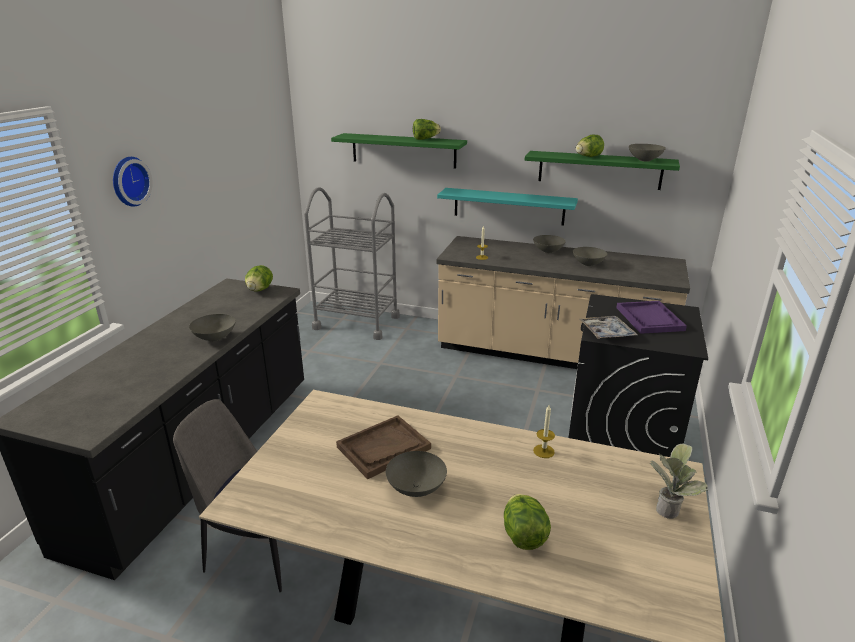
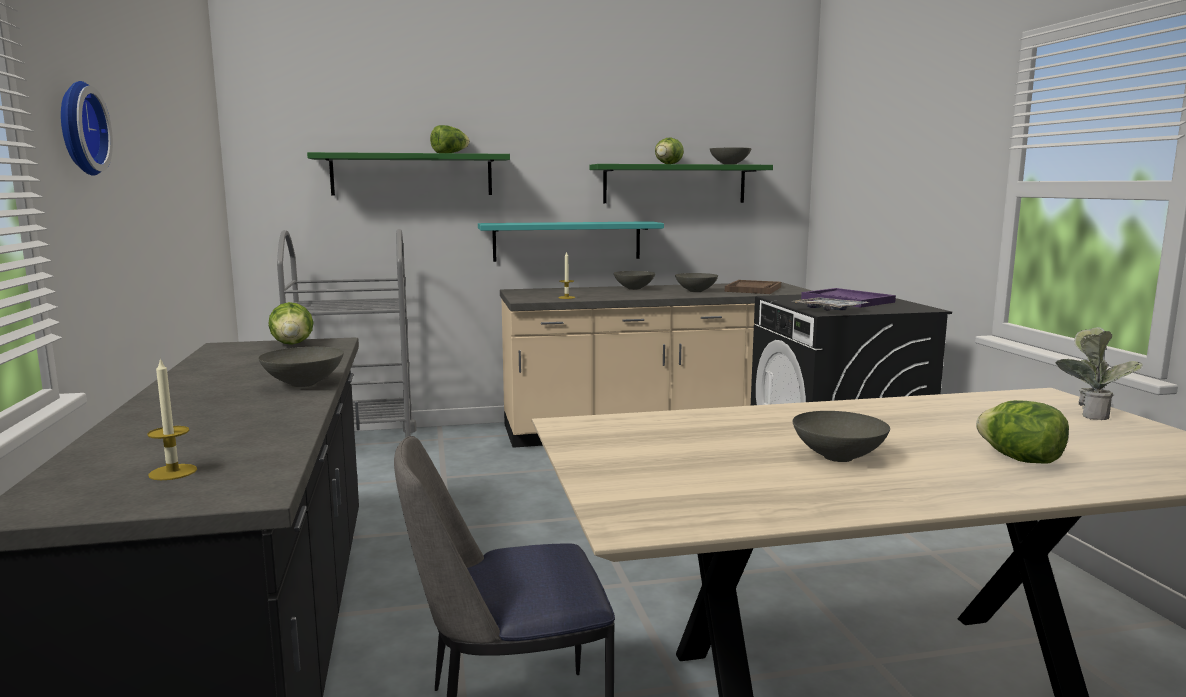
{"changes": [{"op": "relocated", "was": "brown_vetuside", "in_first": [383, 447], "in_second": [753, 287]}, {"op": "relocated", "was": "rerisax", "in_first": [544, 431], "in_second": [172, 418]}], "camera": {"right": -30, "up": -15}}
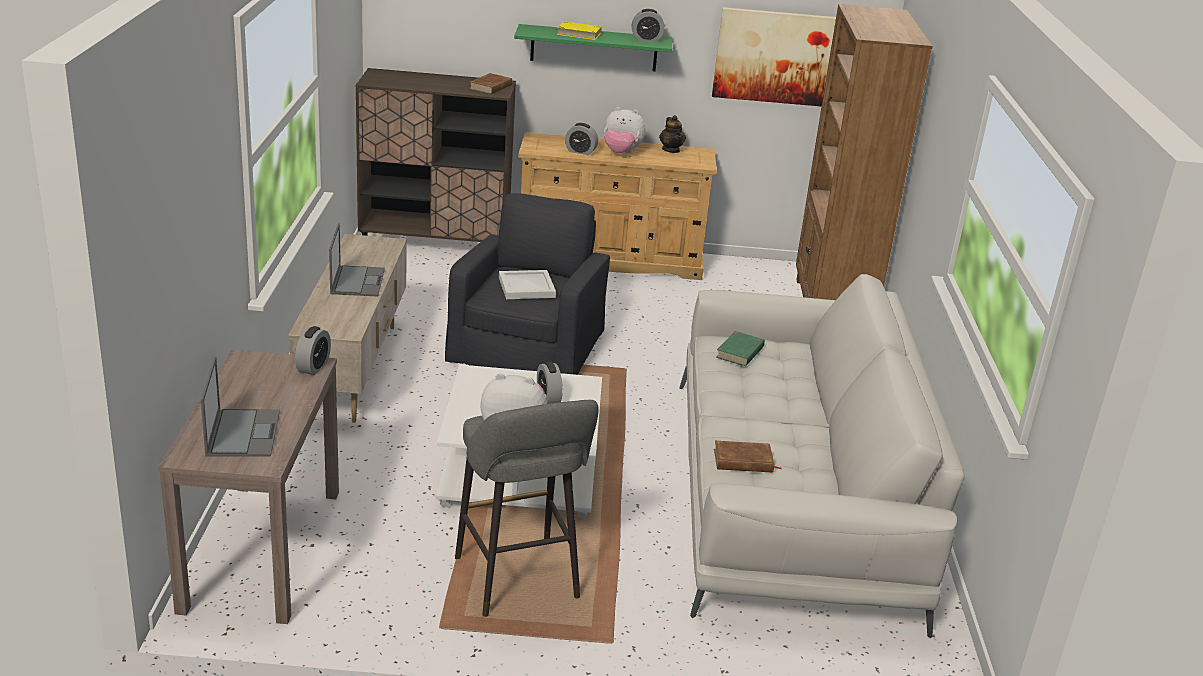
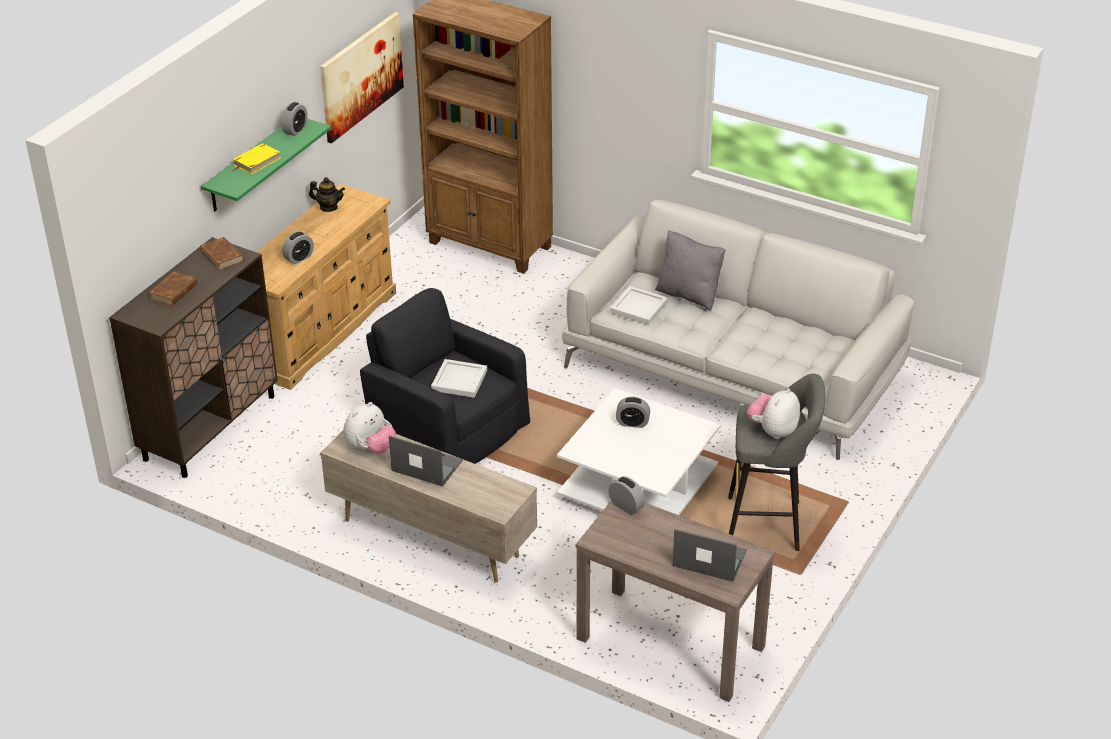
{"changes": [{"op": "appeared", "now": "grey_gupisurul", "in_second": [690, 270]}, {"op": "relocated", "was": "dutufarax", "in_first": [625, 130], "in_second": [369, 428]}, {"op": "relocated", "was": "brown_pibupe", "in_first": [747, 457], "in_second": [173, 288]}, {"op": "exchanged", "was": "green_pibupe", "now": "white_vetuside", "in_first": [740, 348], "in_second": [639, 305]}], "camera": {"right": -60, "up": 10}}
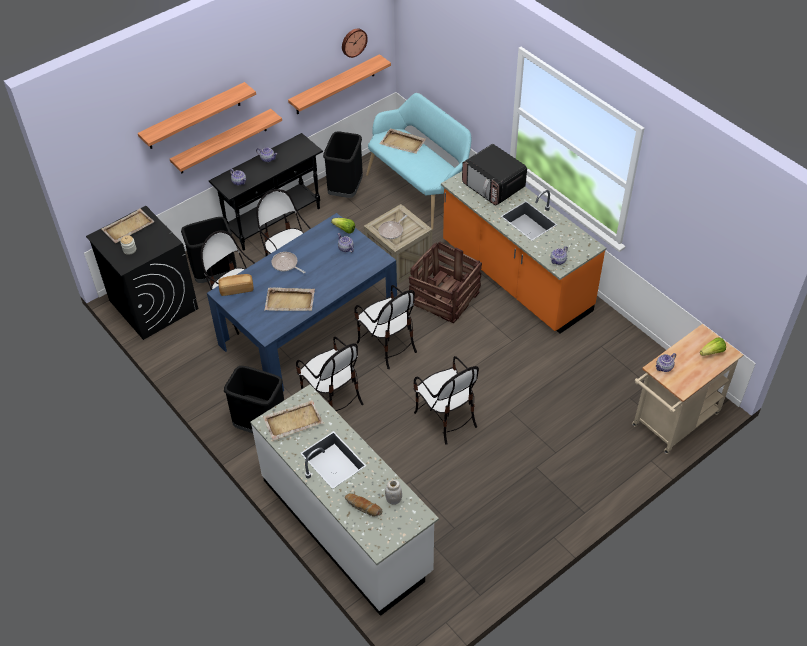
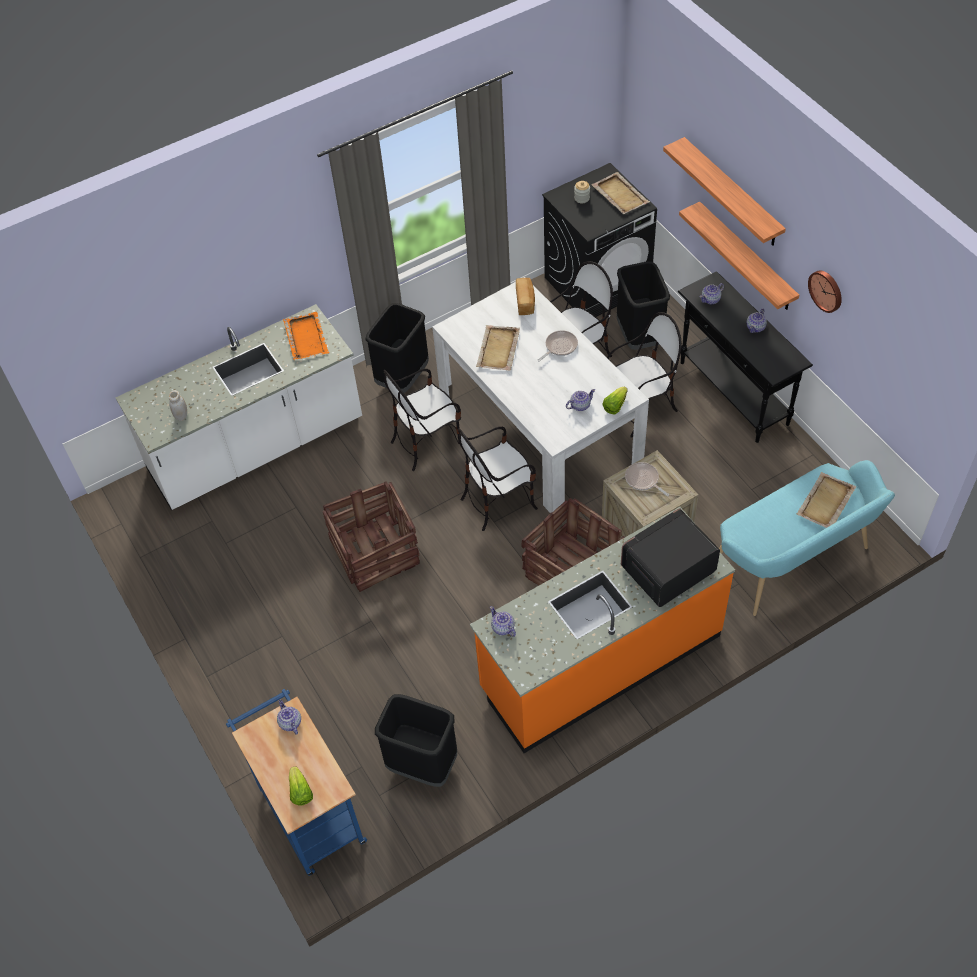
{"changes": [{"op": "missing", "was": "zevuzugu", "in_first": [339, 84]}, {"op": "missing", "was": "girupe", "in_first": [363, 505]}, {"op": "relocated", "was": "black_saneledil", "in_first": [343, 164], "in_second": [416, 740]}, {"op": "relocated", "was": "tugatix", "in_first": [355, 43], "in_second": [825, 291]}, {"op": "exchanged", "was": "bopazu", "now": "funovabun", "in_first": [446, 400], "in_second": [371, 536]}, {"op": "colour", "was": "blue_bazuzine", "now": "white_bazuzine", "in_first": [302, 302], "in_second": [540, 395]}, {"op": "colour", "was": "beige_vetuside", "now": "orange_vetuside", "in_first": [293, 420], "in_second": [306, 336]}, {"op": "colour", "was": "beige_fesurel", "now": "blue_fesurel", "in_first": [687, 389], "in_second": [296, 782]}], "camera": {"right": 100, "up": 5}}
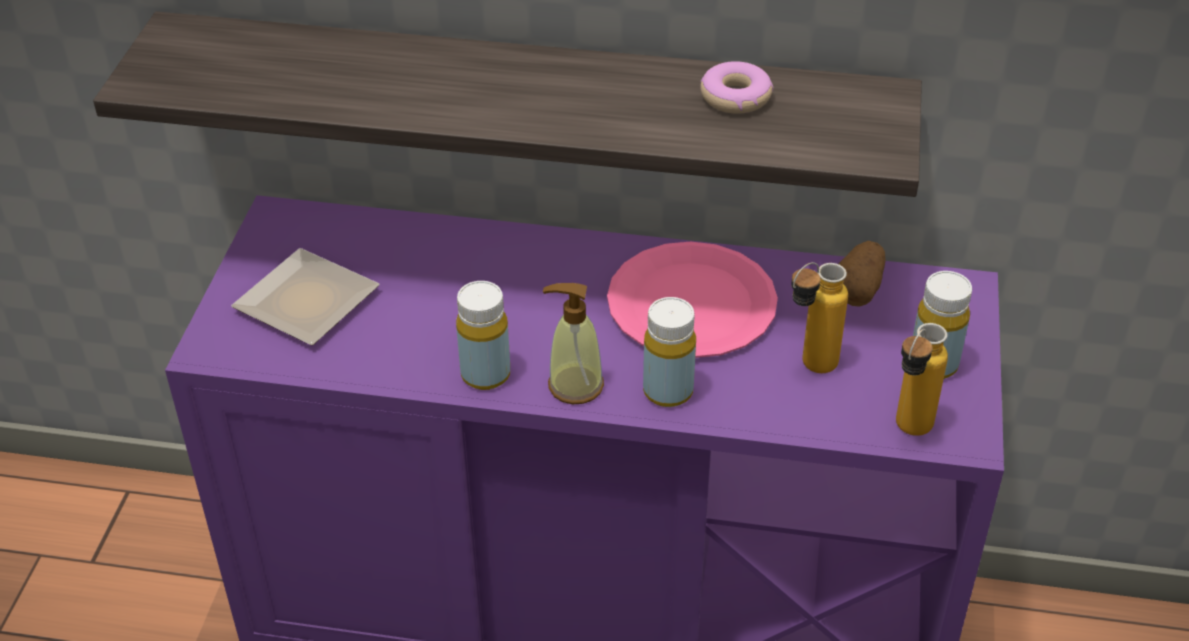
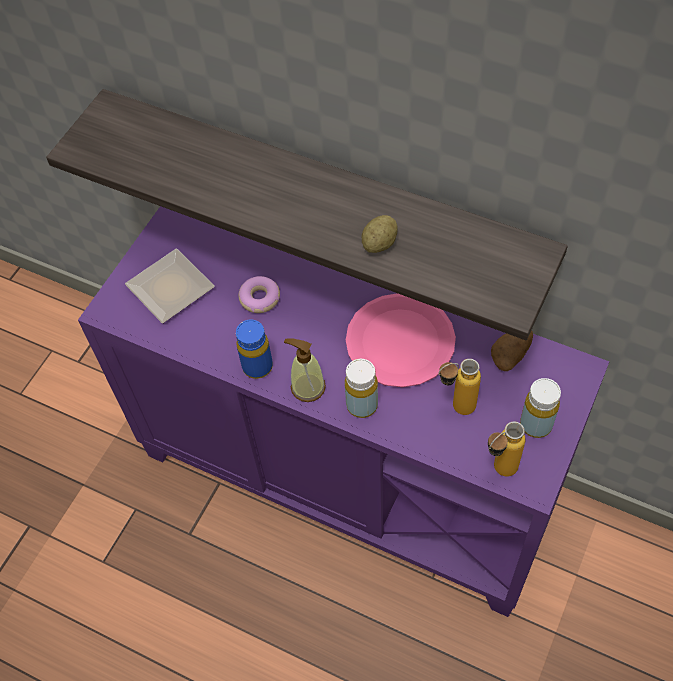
{"changes": [{"op": "appeared", "now": "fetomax", "in_second": [379, 234]}, {"op": "relocated", "was": "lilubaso", "in_first": [736, 87], "in_second": [259, 294]}, {"op": "colour", "was": "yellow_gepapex", "now": "blue_gepapex", "in_first": [483, 335], "in_second": [254, 349]}], "camera": {"right": 20, "up": 15}}
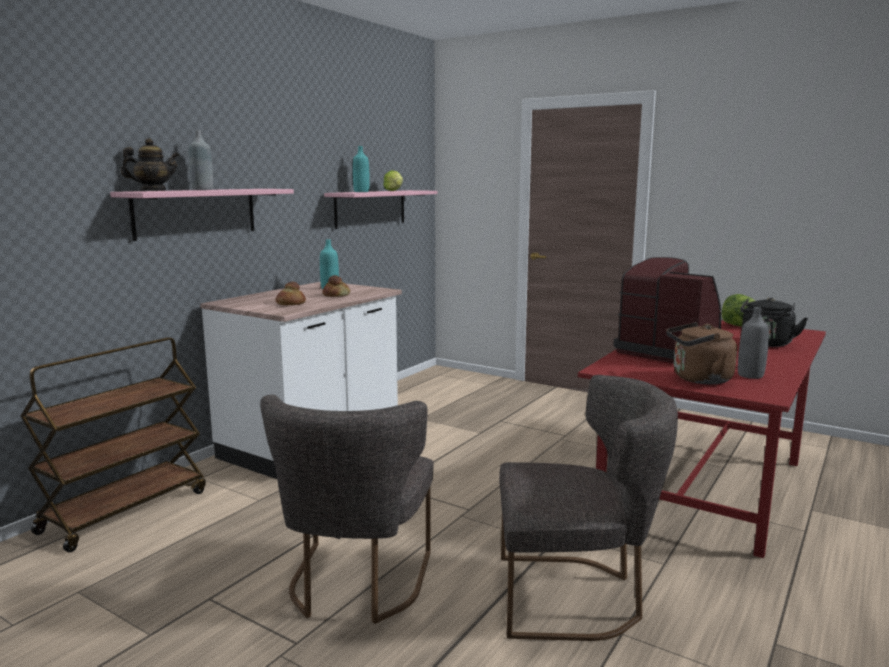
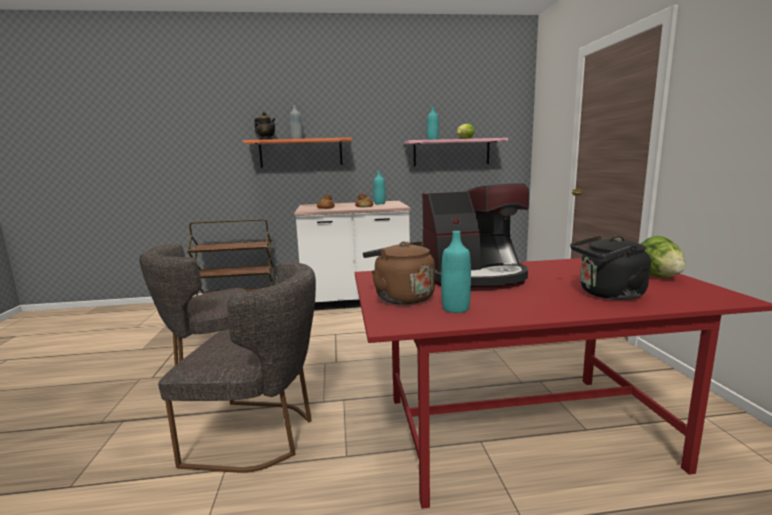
{"changes": [{"op": "colour", "was": "pink_zevuzugu", "now": "orange_zevuzugu", "in_first": [202, 215], "in_second": [297, 152]}, {"op": "colour", "was": "grey_gepapex", "now": "turquoise_gepapex", "in_first": [753, 343], "in_second": [456, 272]}, {"op": "spun", "was": "grey_bopazu", "in_first": [588, 508], "in_second": [237, 367], "clockwise": -45}, {"op": "spun", "was": "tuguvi", "in_first": [667, 310], "in_second": [475, 236], "clockwise": 75}], "camera": {"right": 50, "up": 0}}
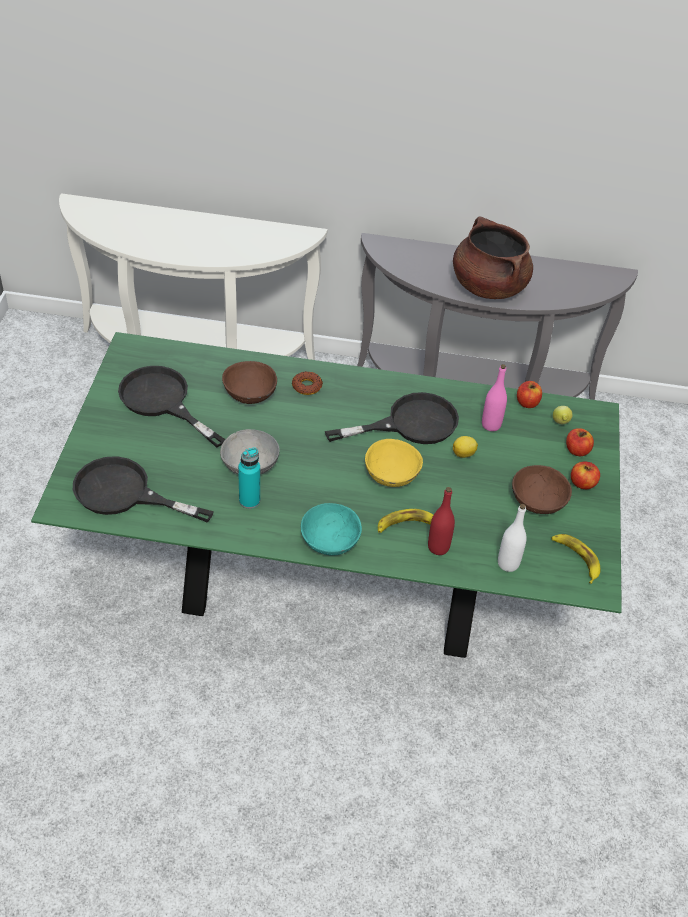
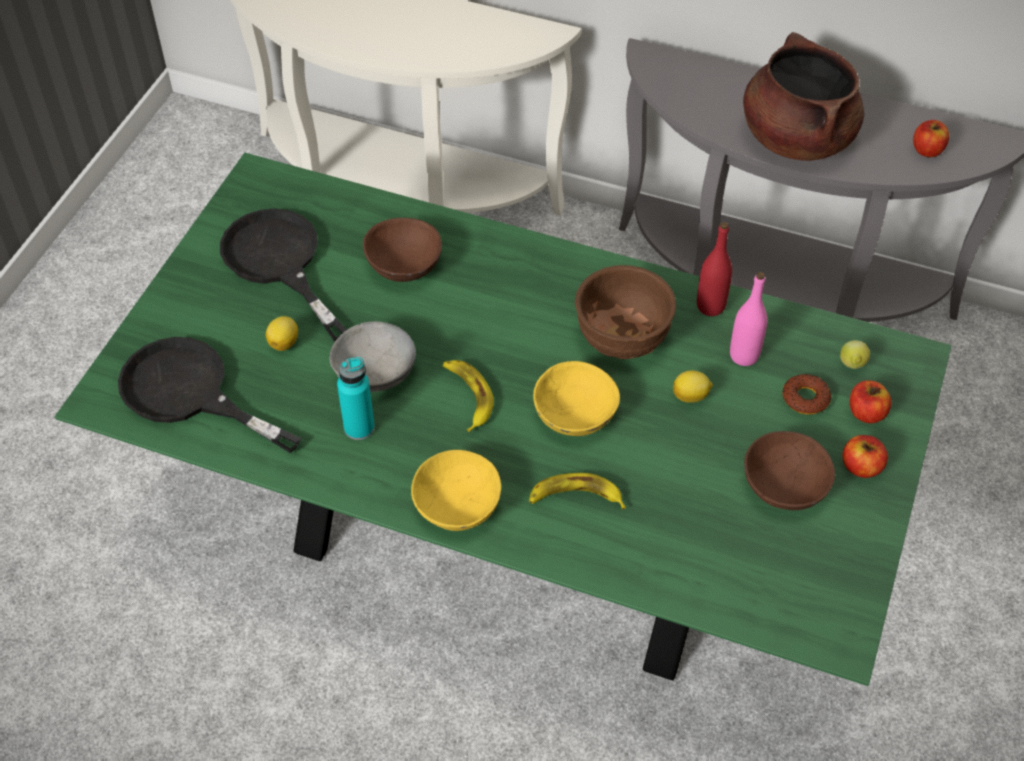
{"changes": [{"op": "missing", "was": "white_gepapex", "in_first": [512, 538]}, {"op": "appeared", "now": "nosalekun", "in_second": [282, 333]}, {"op": "relocated", "was": "lilubaso", "in_first": [307, 383], "in_second": [806, 394]}, {"op": "relocated", "was": "red_gepapex", "in_first": [441, 521], "in_second": [714, 269]}, {"op": "relocated", "was": "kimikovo", "in_first": [529, 394], "in_second": [931, 138]}, {"op": "relocated", "was": "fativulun", "in_first": [575, 559], "in_second": [468, 396]}, {"op": "exchanged", "was": "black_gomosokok", "now": "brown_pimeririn", "in_first": [392, 418], "in_second": [625, 312]}, {"op": "colour", "was": "turquoise_pimeririn", "now": "yellow_pimeririn", "in_first": [331, 529], "in_second": [456, 490]}], "camera": {"right": 15, "up": 5}}
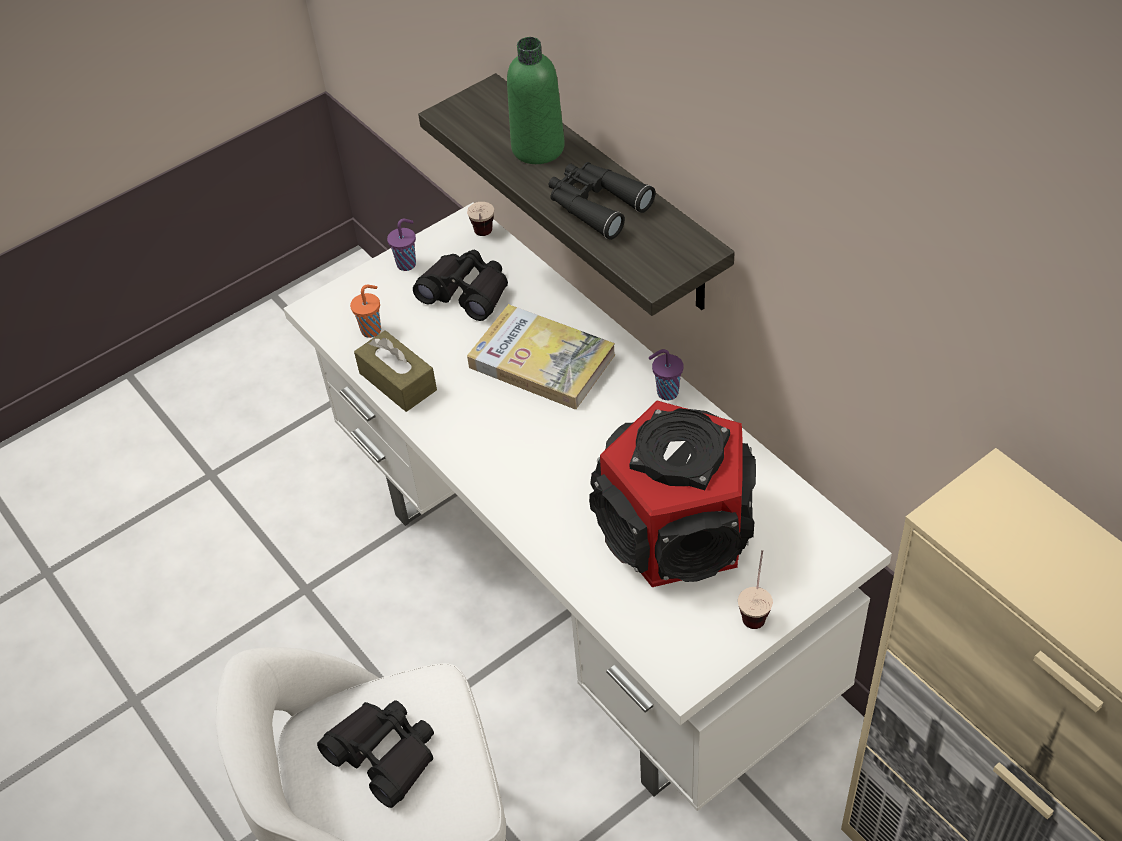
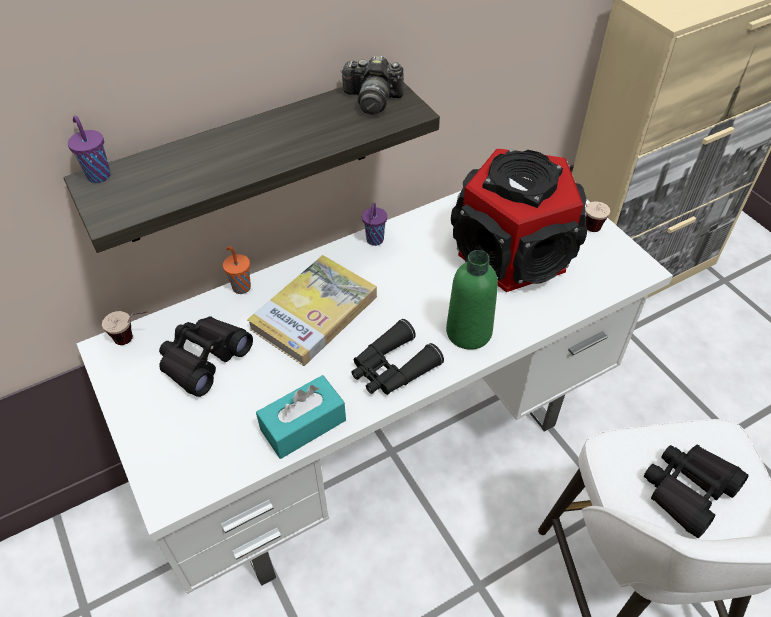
{"changes": [{"op": "appeared", "now": "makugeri", "in_second": [372, 85]}, {"op": "relocated", "was": "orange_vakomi", "in_first": [365, 311], "in_second": [237, 270]}, {"op": "relocated", "was": "purple_vakomi", "in_first": [401, 245], "in_second": [89, 149]}, {"op": "relocated", "was": "green_gepapex", "in_first": [536, 100], "in_second": [472, 300]}, {"op": "relocated", "was": "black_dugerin", "in_first": [602, 201], "in_second": [397, 357]}, {"op": "colour", "was": "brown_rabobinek", "now": "turquoise_rabobinek", "in_first": [395, 371], "in_second": [301, 417]}], "camera": {"right": -85, "up": 0}}
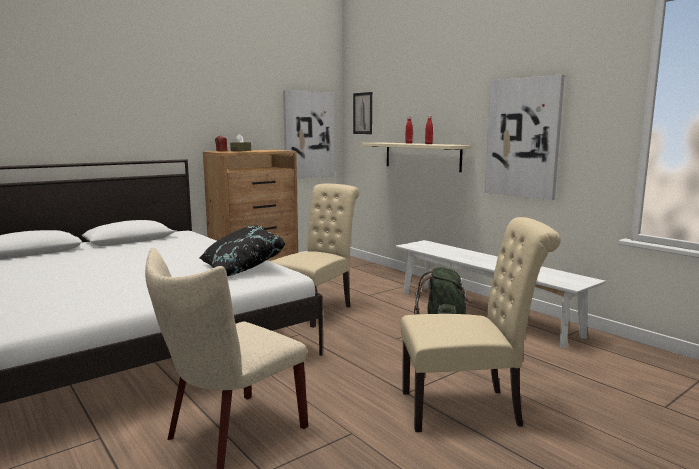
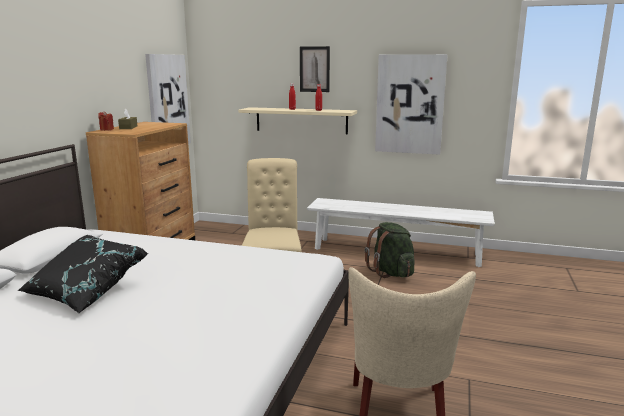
{"changes": [{"op": "missing", "was": "beige_bopazu", "in_first": [480, 324]}, {"op": "relocated", "was": "black_gupisurul", "in_first": [242, 250], "in_second": [82, 274]}, {"op": "relocated", "was": "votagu", "in_first": [362, 113], "in_second": [315, 69]}], "camera": {"right": -35, "up": 5}}
